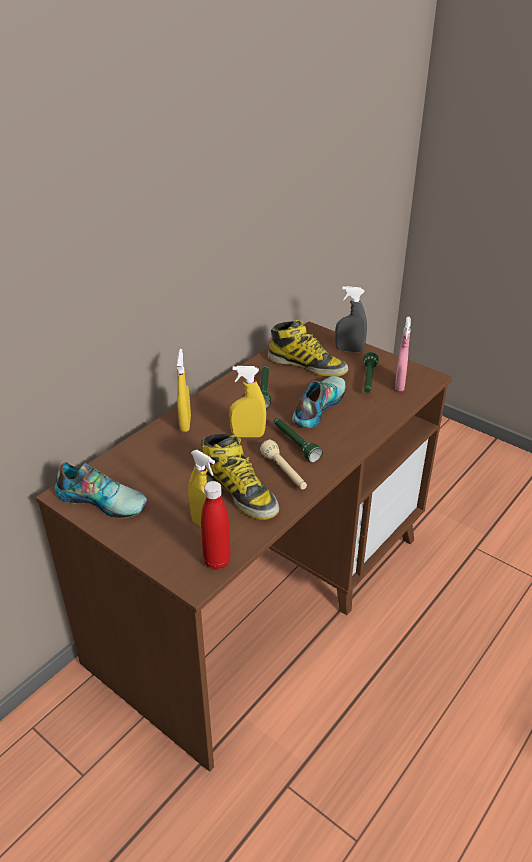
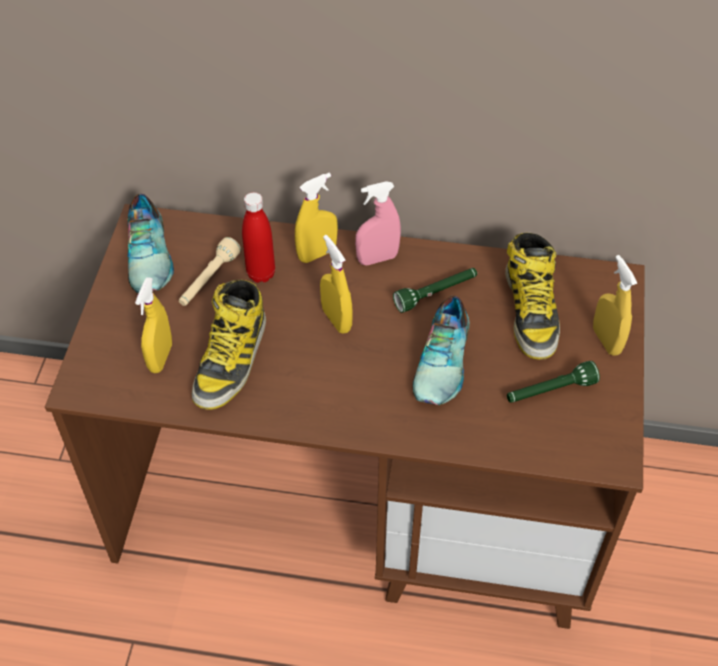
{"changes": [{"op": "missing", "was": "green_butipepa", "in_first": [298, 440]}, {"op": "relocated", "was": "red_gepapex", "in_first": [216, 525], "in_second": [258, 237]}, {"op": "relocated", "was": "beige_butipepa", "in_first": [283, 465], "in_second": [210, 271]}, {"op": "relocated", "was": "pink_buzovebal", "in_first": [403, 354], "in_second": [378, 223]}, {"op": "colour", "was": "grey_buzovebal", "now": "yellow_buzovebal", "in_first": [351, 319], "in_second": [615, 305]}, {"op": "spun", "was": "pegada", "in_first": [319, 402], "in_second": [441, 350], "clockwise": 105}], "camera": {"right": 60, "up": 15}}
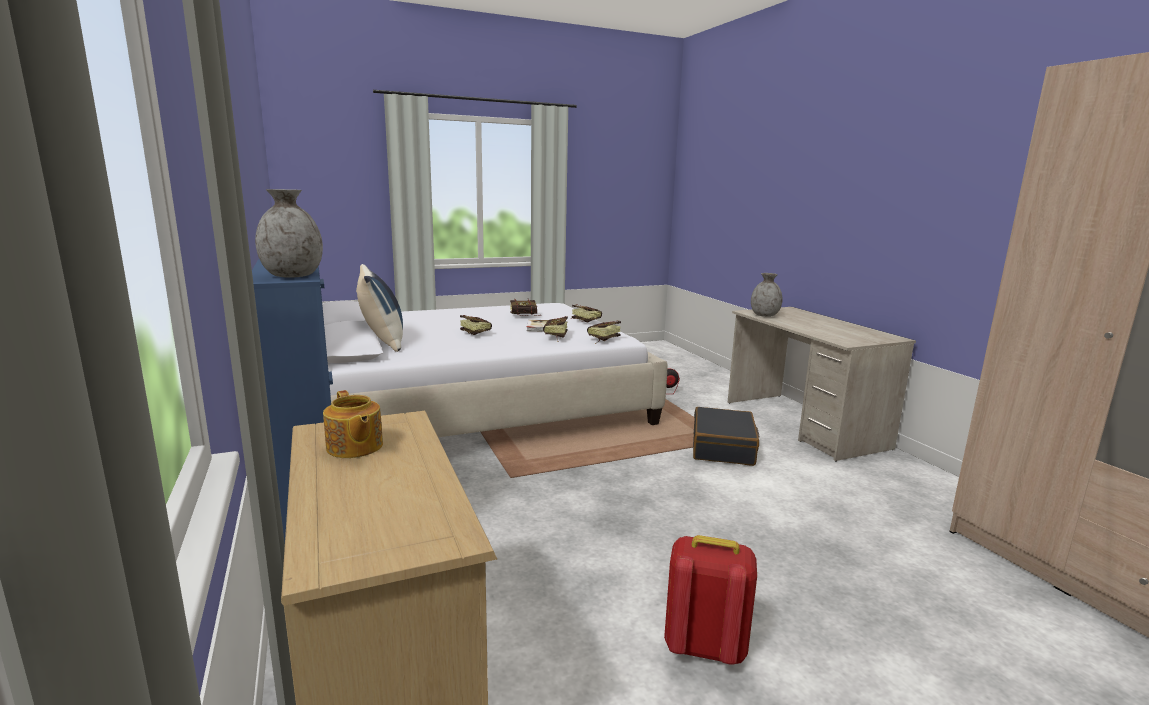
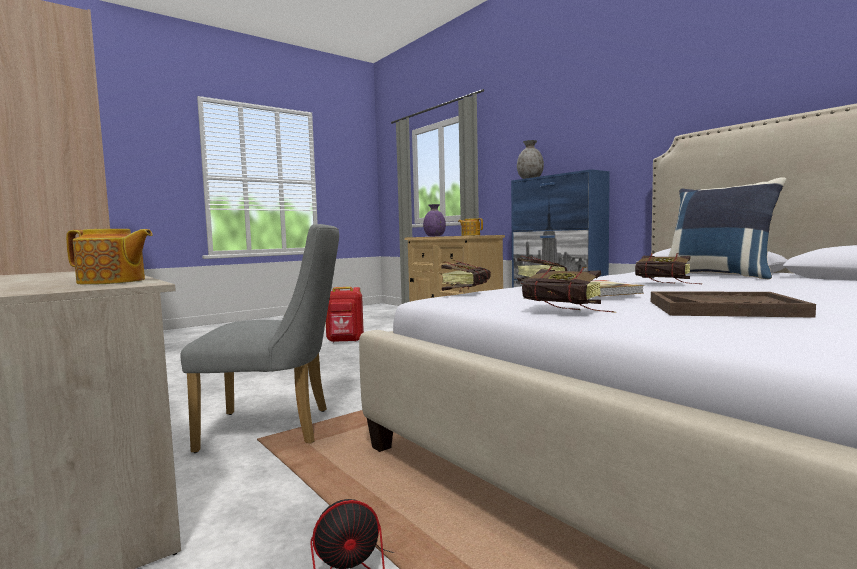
{"changes": [{"op": "appeared", "now": "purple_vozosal", "in_second": [434, 220]}, {"op": "exchanged", "was": "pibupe", "now": "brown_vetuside", "in_first": [526, 307], "in_second": [733, 304]}, {"op": "exchanged", "was": "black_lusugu", "now": "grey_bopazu", "in_first": [726, 436], "in_second": [260, 338]}, {"op": "exchanged", "was": "grey_vozosal", "now": "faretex", "in_first": [766, 295], "in_second": [109, 257]}], "camera": {"right": 165, "up": -10}}
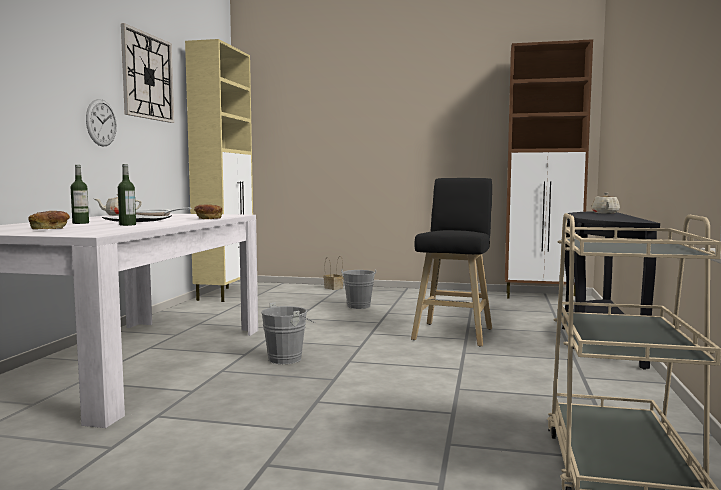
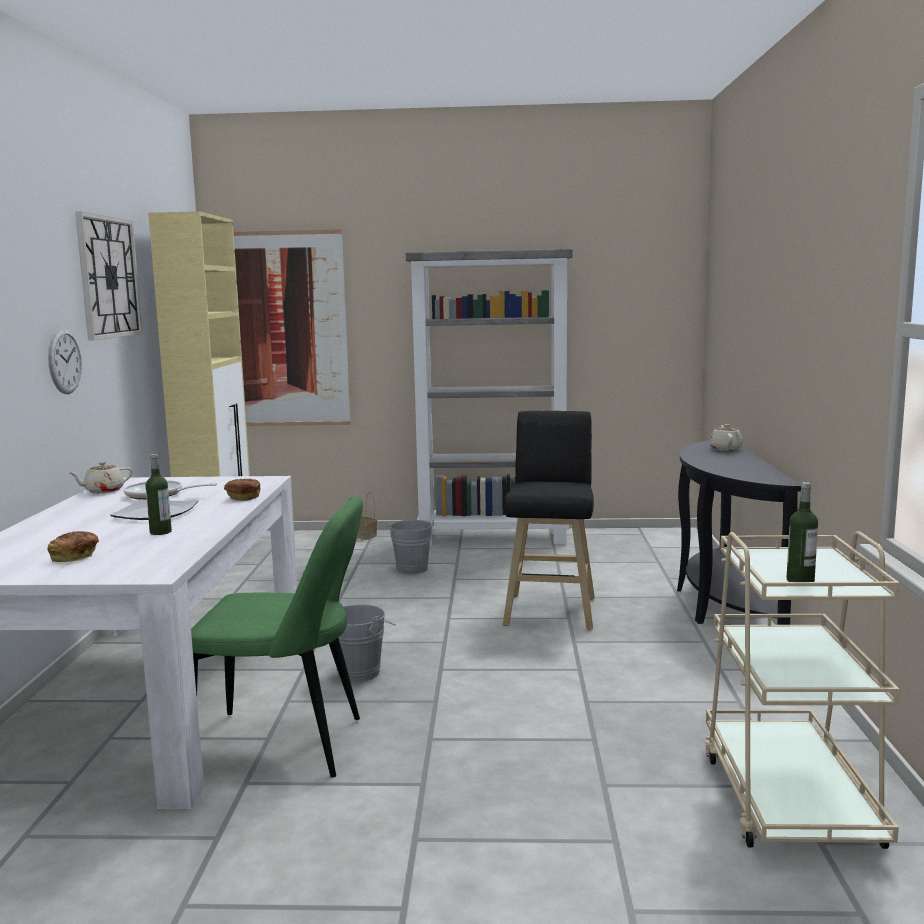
{"changes": [{"op": "missing", "was": "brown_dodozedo", "in_first": [549, 169]}, {"op": "appeared", "now": "green_bopazu", "in_second": [277, 636]}, {"op": "appeared", "now": "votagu", "in_second": [292, 327]}, {"op": "appeared", "now": "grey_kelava", "in_second": [489, 397]}, {"op": "relocated", "was": "gepapex", "in_first": [80, 194], "in_second": [802, 532]}], "camera": {"right": -10, "up": 5}}
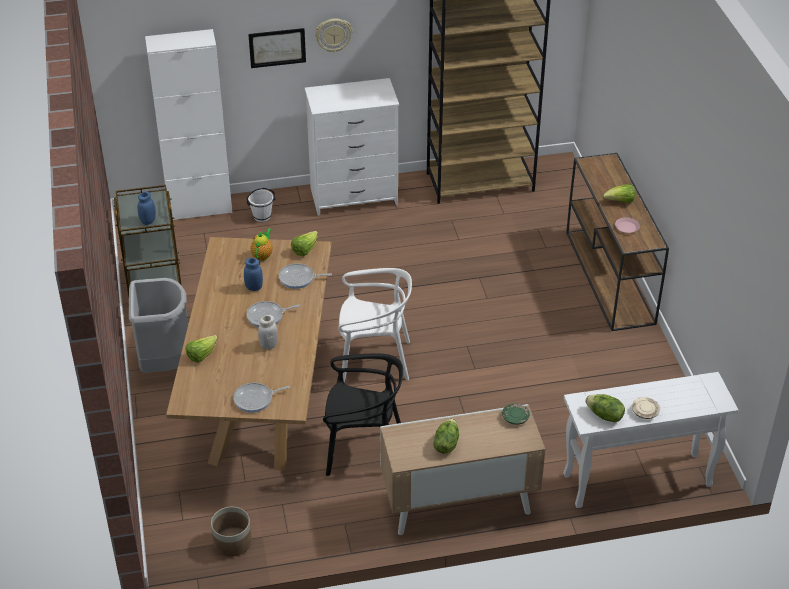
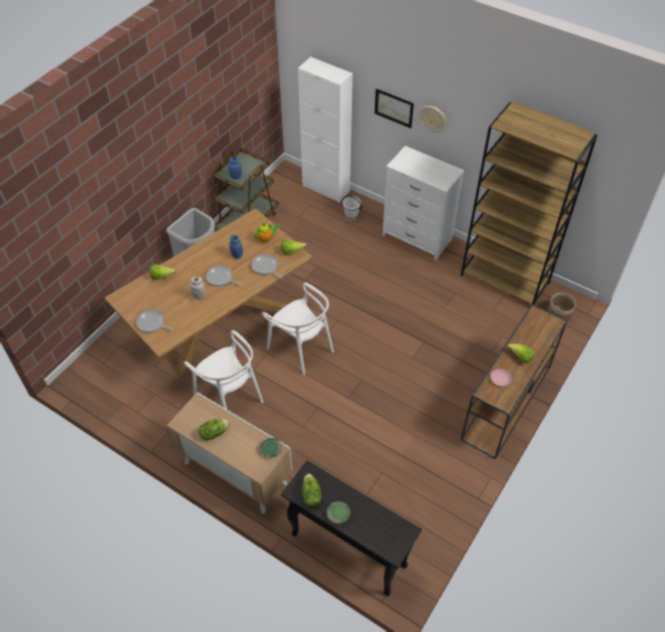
{"changes": [{"op": "relocated", "was": "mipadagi", "in_first": [231, 532], "in_second": [561, 307]}, {"op": "colour", "was": "black_bopazu", "now": "white_bopazu", "in_first": [363, 415], "in_second": [223, 369]}, {"op": "colour", "was": "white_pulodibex", "now": "black_pulodibex", "in_first": [650, 440], "in_second": [351, 528]}, {"op": "colour", "was": "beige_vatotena", "now": "green_vatotena", "in_first": [646, 408], "in_second": [338, 512]}], "camera": {"right": 45, "up": 10}}
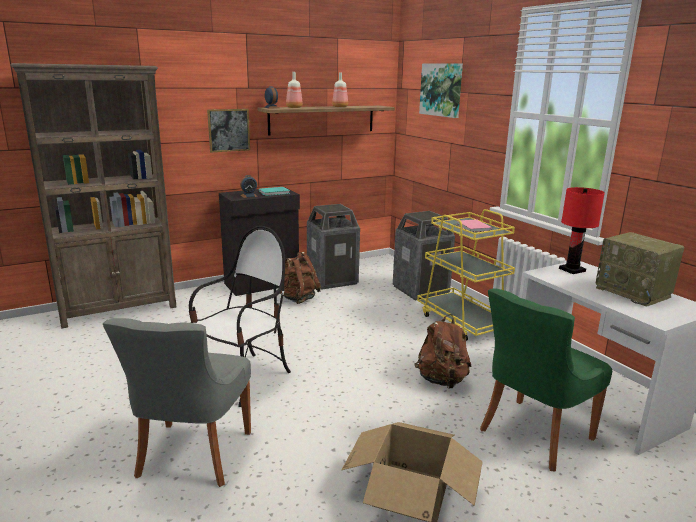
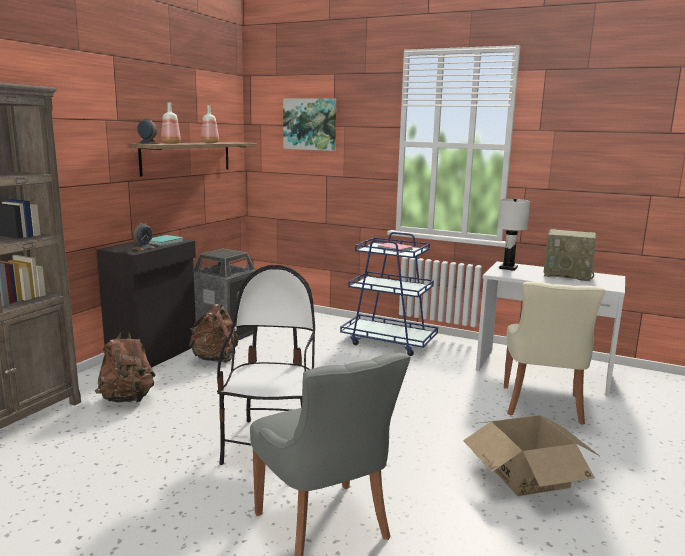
{"changes": [{"op": "missing", "was": "votagu", "in_first": [228, 130]}, {"op": "missing", "was": "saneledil", "in_first": [424, 256]}, {"op": "relocated", "was": "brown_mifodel", "in_first": [443, 351], "in_second": [125, 366]}, {"op": "colour", "was": "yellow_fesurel", "now": "blue_fesurel", "in_first": [466, 275], "in_second": [389, 294]}, {"op": "colour", "was": "green_bopazu", "now": "beige_bopazu", "in_first": [546, 379], "in_second": [554, 353]}, {"op": "colour", "was": "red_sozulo", "now": "white_sozulo", "in_first": [582, 230], "in_second": [513, 234]}], "camera": {"right": -35, "up": -5}}
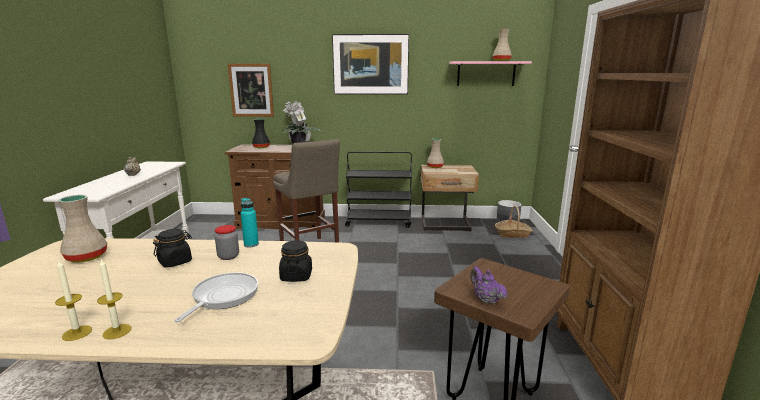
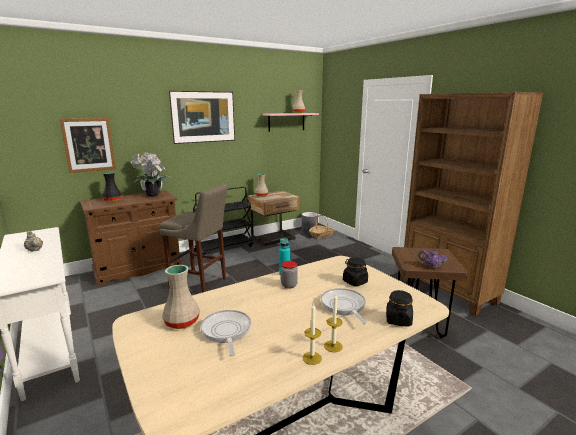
{"changes": [{"op": "appeared", "now": "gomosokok", "in_second": [225, 333]}, {"op": "relocated", "was": "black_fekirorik", "in_first": [172, 248], "in_second": [399, 308]}], "camera": {"right": -35, "up": 0}}
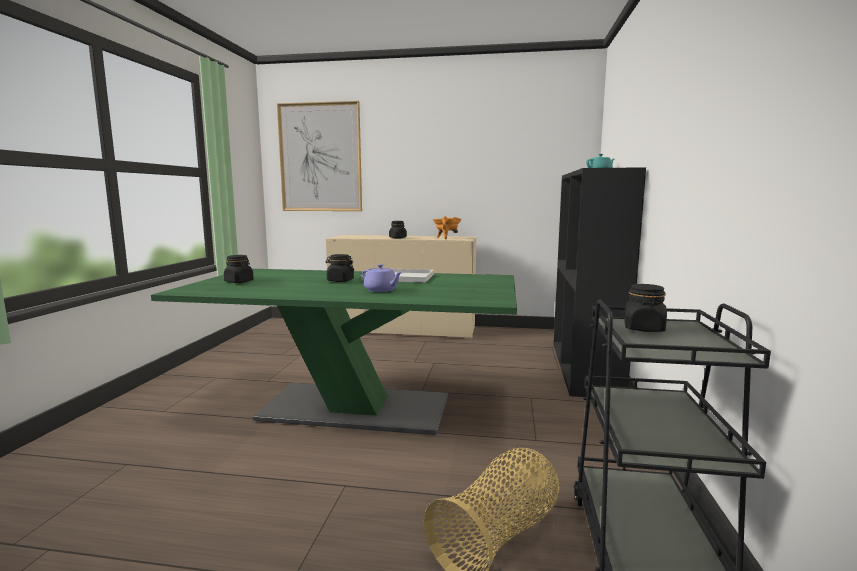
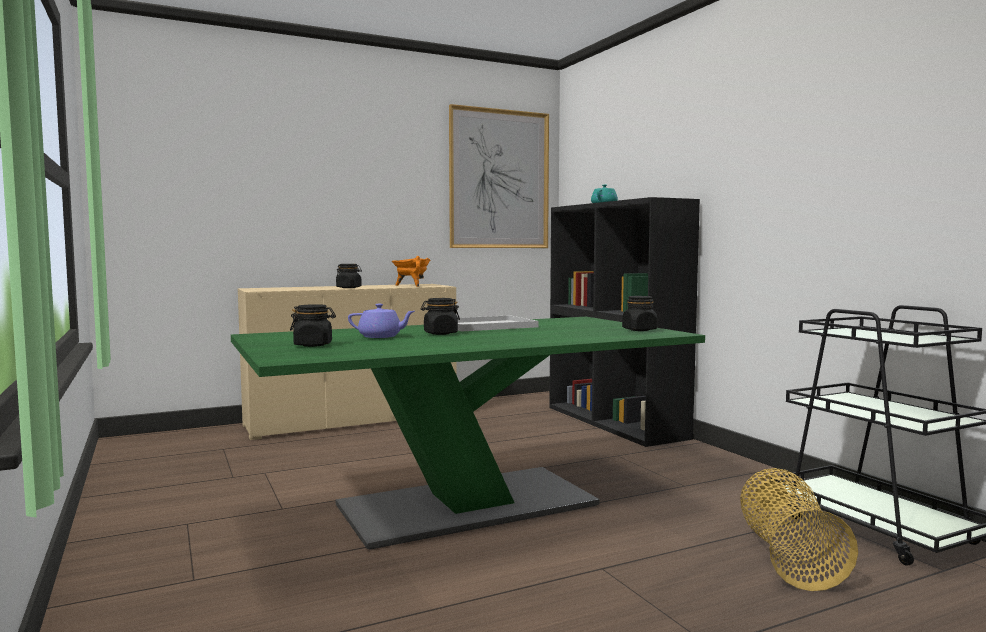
{"changes": [{"op": "relocated", "was": "votagu", "in_first": [319, 156], "in_second": [499, 176]}, {"op": "relocated", "was": "purple_faretex", "in_first": [382, 278], "in_second": [381, 321]}, {"op": "relocated", "was": "black_fekirorik", "in_first": [645, 308], "in_second": [640, 313]}], "camera": {"right": -35, "up": -5}}
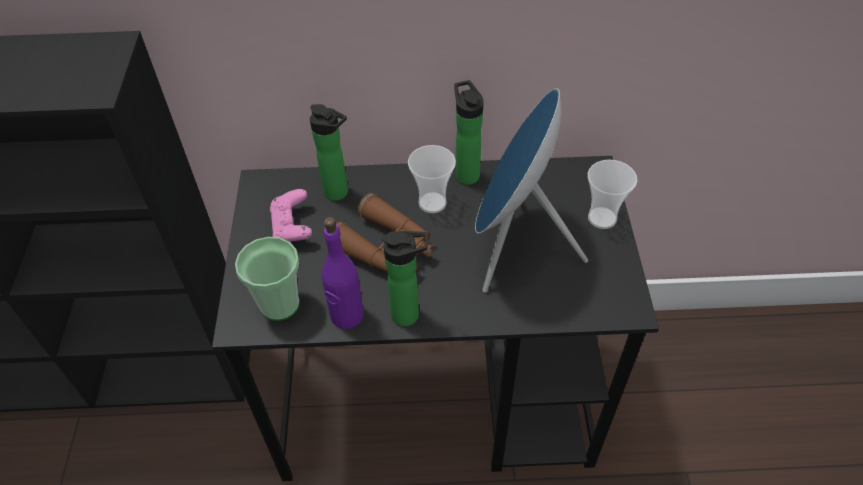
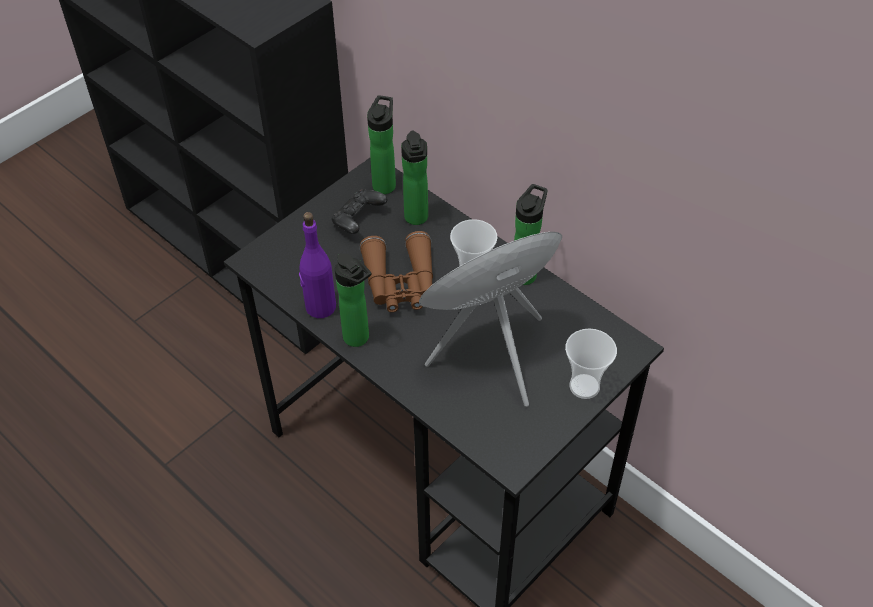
{"changes": [{"op": "missing", "was": "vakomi", "in_first": [267, 279]}, {"op": "appeared", "now": "gepapex", "in_second": [381, 144]}, {"op": "colour", "was": "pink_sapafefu", "now": "black_sapafefu", "in_first": [291, 215], "in_second": [359, 211]}], "camera": {"right": 45, "up": 0}}
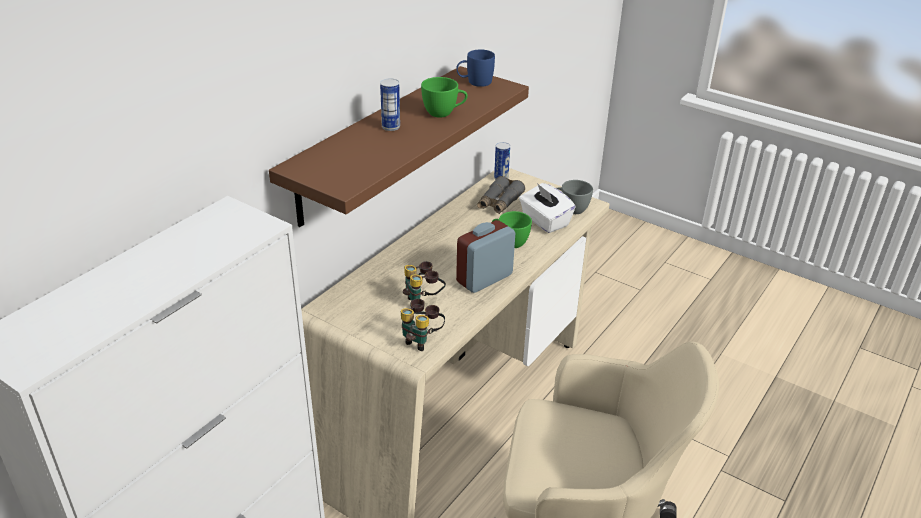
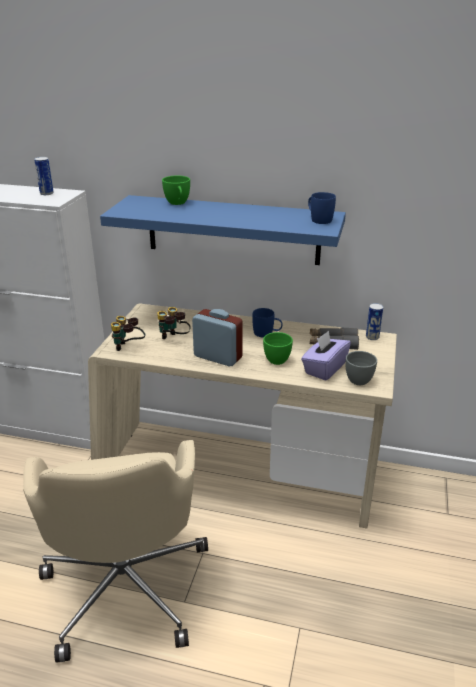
{"changes": [{"op": "appeared", "now": "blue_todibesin", "in_second": [267, 322]}, {"op": "relocated", "was": "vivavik", "in_first": [390, 104], "in_second": [44, 176]}, {"op": "relocated", "was": "green_vakomi", "in_first": [444, 97], "in_second": [176, 190]}, {"op": "colour", "was": "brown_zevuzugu", "now": "blue_zevuzugu", "in_first": [399, 146], "in_second": [223, 230]}, {"op": "colour", "was": "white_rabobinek", "now": "purple_rabobinek", "in_first": [547, 208], "in_second": [326, 356]}], "camera": {"right": 70, "up": -5}}
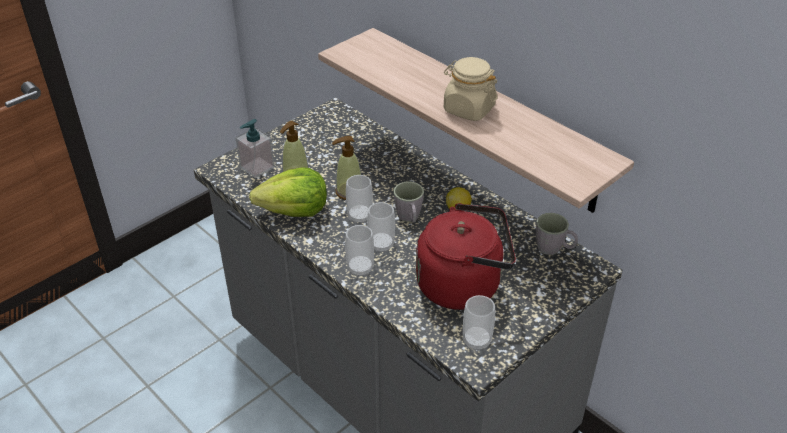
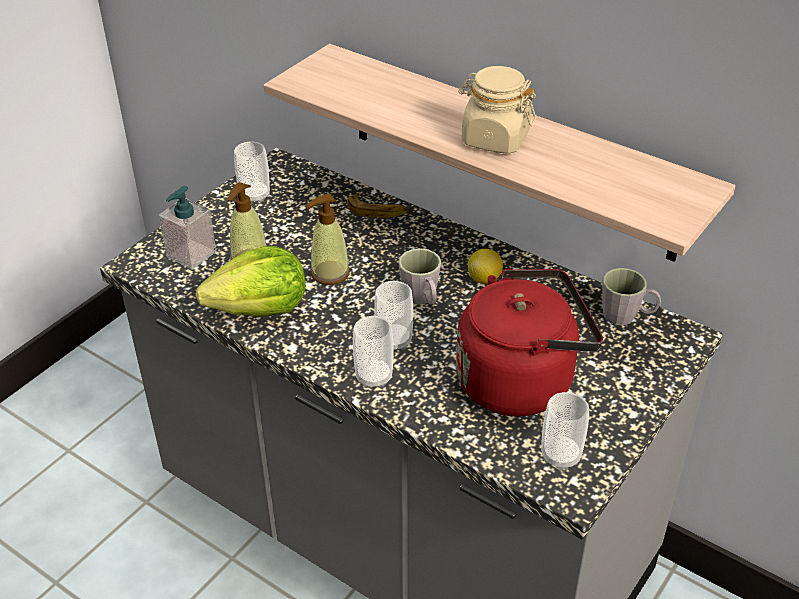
{"changes": [{"op": "appeared", "now": "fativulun", "in_second": [377, 205]}, {"op": "relocated", "was": "vakomi", "in_first": [359, 199], "in_second": [252, 172]}], "camera": {"right": -10, "up": 0}}
